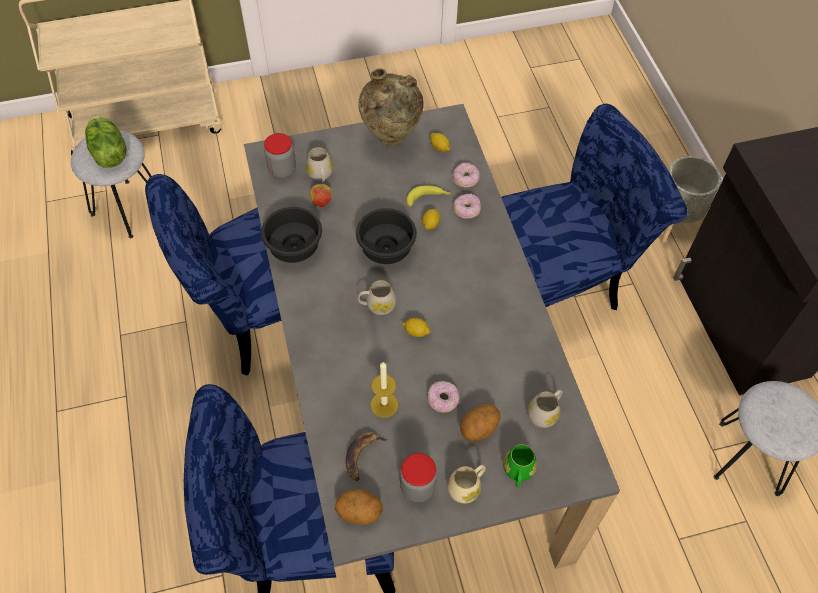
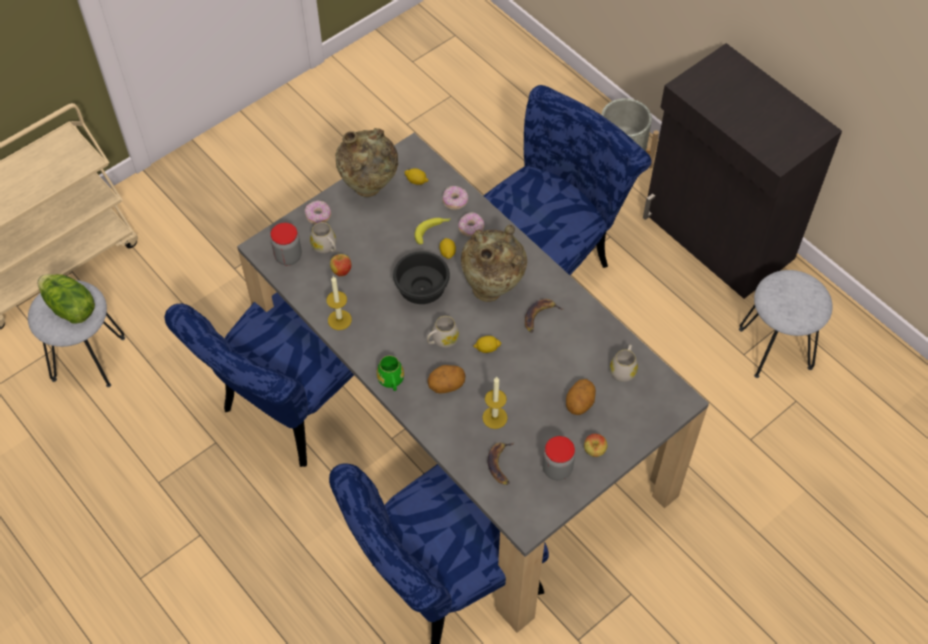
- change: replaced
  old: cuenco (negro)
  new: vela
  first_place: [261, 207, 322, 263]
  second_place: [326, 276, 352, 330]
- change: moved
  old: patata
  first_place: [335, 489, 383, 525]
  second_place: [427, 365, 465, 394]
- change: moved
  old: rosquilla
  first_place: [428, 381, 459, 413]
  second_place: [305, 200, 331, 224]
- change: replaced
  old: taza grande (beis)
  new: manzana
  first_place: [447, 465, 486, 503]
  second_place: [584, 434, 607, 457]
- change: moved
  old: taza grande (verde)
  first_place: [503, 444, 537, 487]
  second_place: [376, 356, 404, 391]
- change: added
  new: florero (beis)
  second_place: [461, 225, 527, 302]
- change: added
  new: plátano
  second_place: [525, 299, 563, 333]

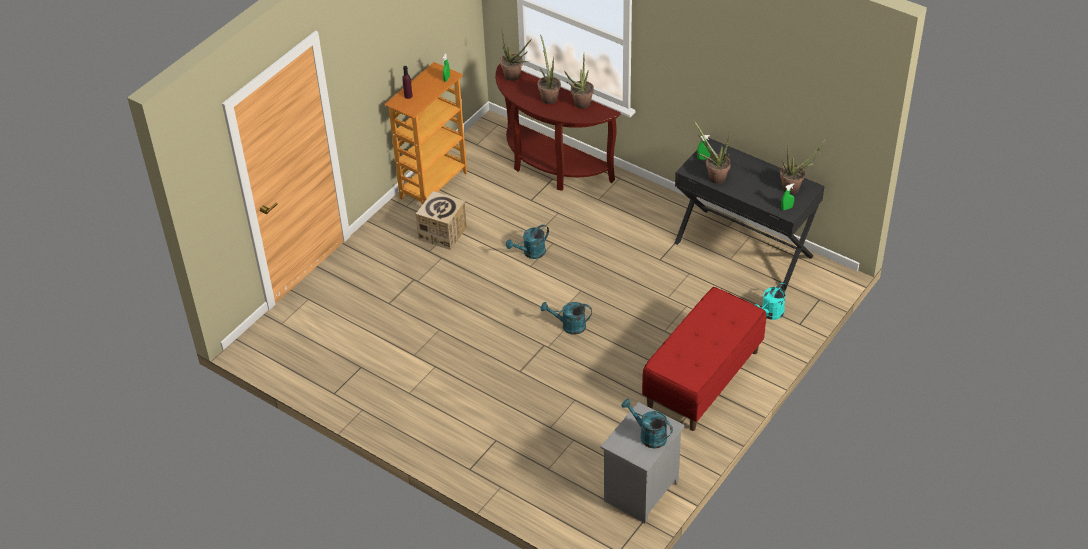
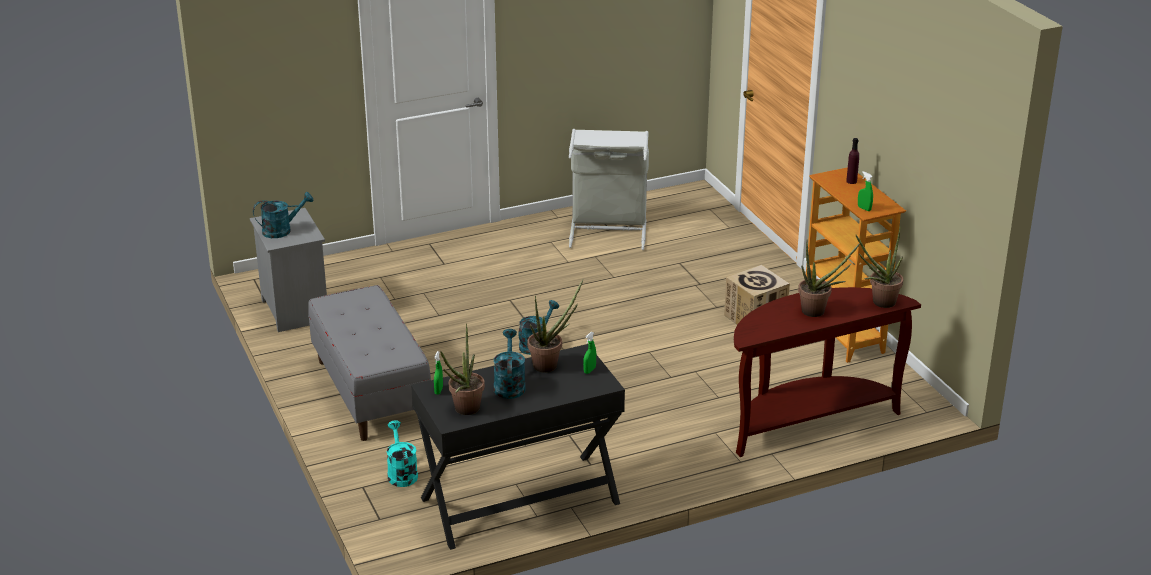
- change: moved
  old: regadera (turquesa)
  first_place: [506, 224, 549, 259]
  second_place: [494, 329, 525, 399]
- change: removed
  old: planta en maceta
  first_place: [564, 55, 594, 109]
- change: recoloured
  old: banco (rojo)
  new: banco (gris)
  first_place: [642, 287, 766, 431]
  second_place: [308, 285, 431, 441]
- change: added
  new: cesto de la ropa (gris)
  second_place: [569, 129, 649, 250]

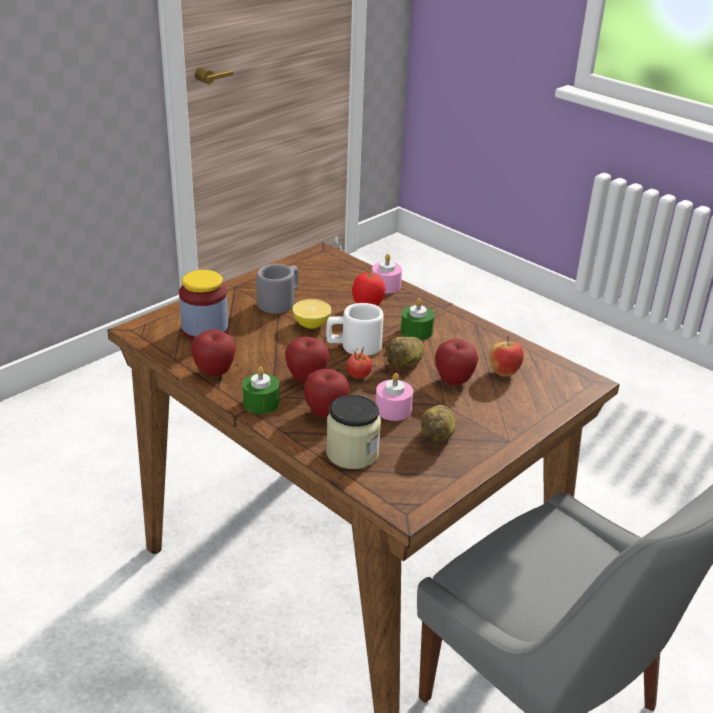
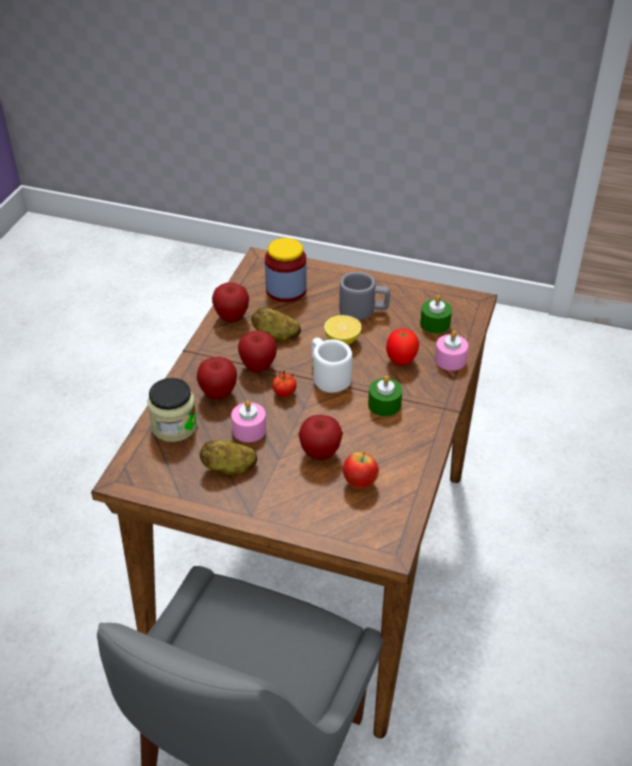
- change: moved
  old: vela (verde)
  first_place: [242, 366, 280, 414]
  second_place: [420, 295, 452, 334]
- change: moved
  old: patata
  first_place: [385, 337, 424, 366]
  second_place: [251, 307, 301, 341]

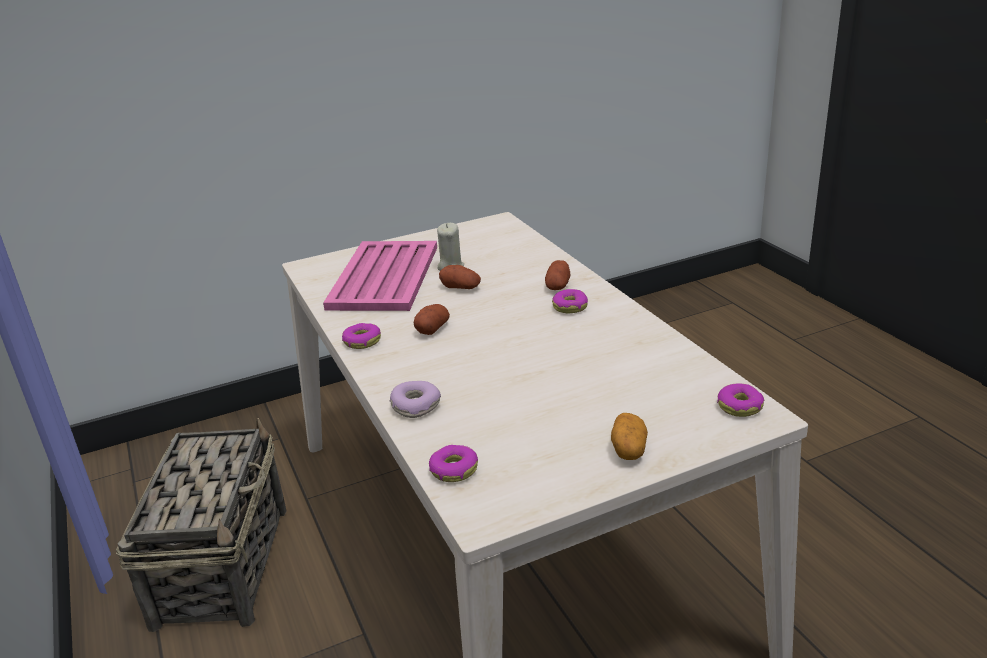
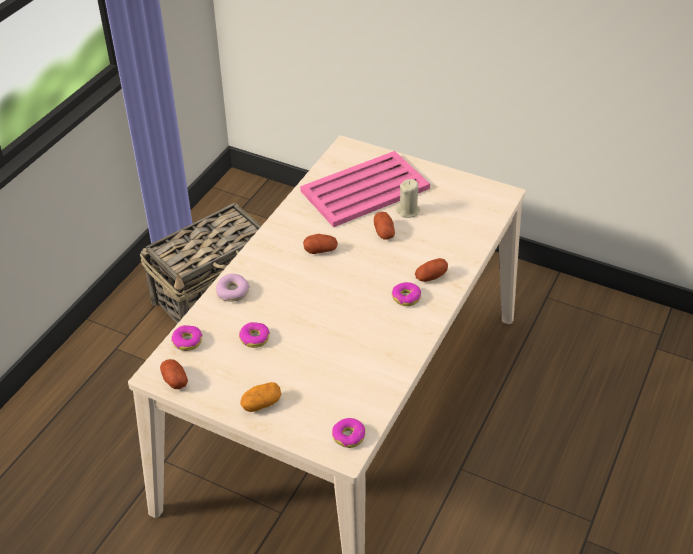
- change: moved
  old: rosquilla
  first_place: [342, 323, 381, 349]
  second_place: [239, 322, 270, 348]
- change: added
  new: patata
  second_place: [160, 359, 188, 389]

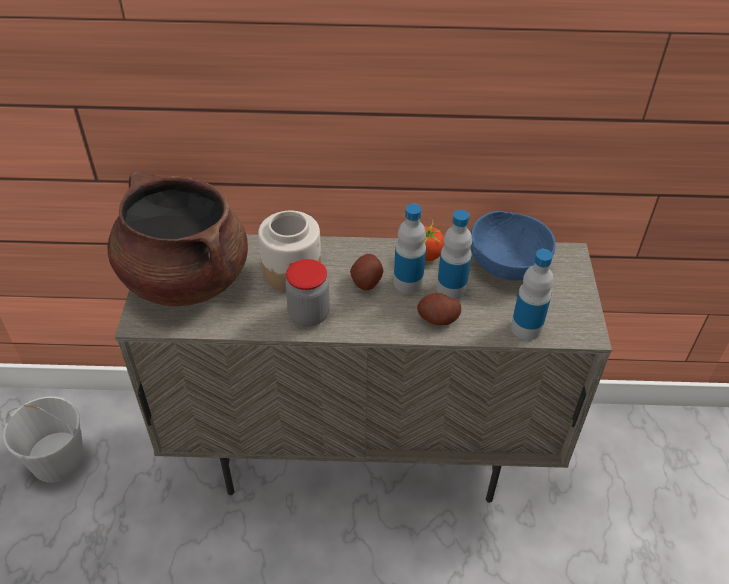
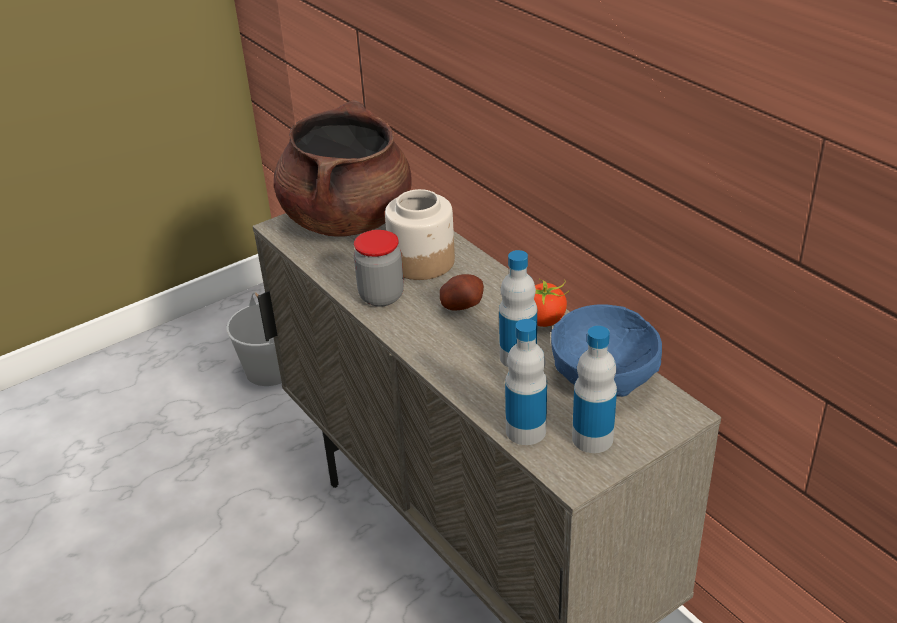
- change: moved
  old: botella
  first_place: [393, 204, 426, 293]
  second_place: [572, 326, 617, 453]
- change: removed
  old: patata
  first_place: [417, 293, 461, 325]

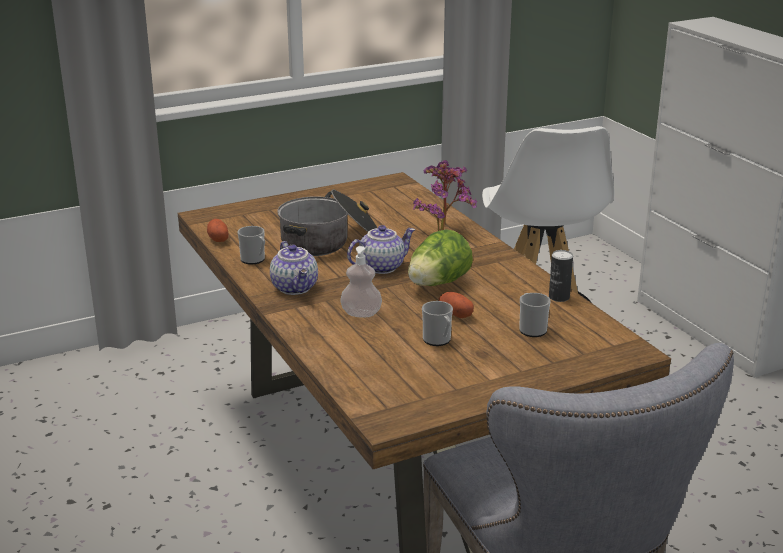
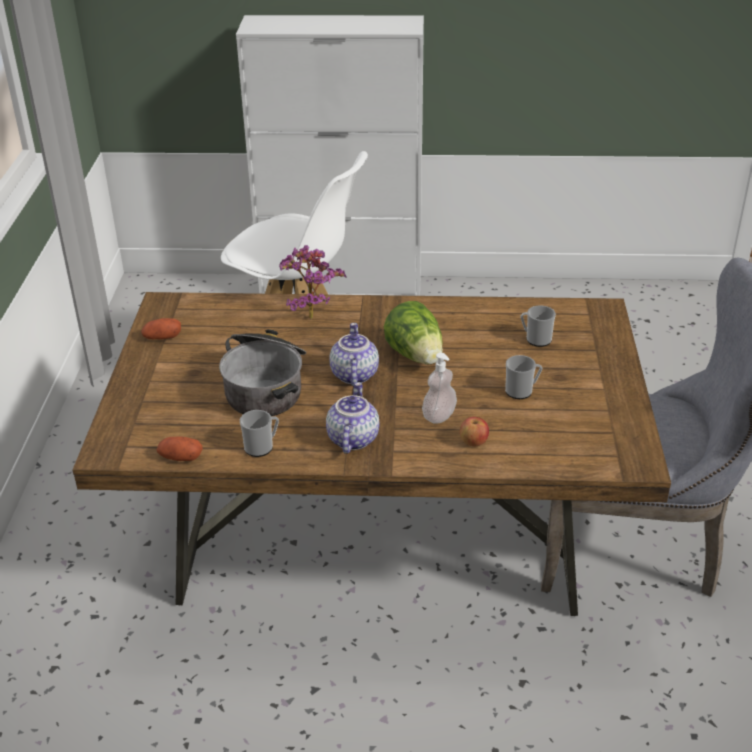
- change: turned
  old: tetera
  first_place: [270, 241, 318, 295]
  second_place: [326, 382, 380, 454]
  degrees: -90
- change: moved
  old: patata
  first_place: [439, 292, 474, 318]
  second_place: [141, 318, 181, 339]
- change: removed
  old: lata
  first_place: [549, 250, 573, 302]
- change: added
  new: manzana
  second_place: [460, 417, 489, 446]

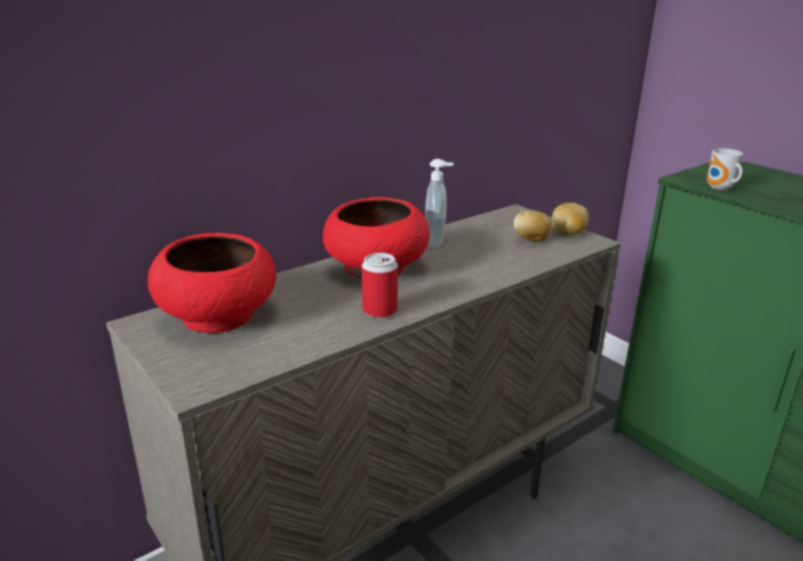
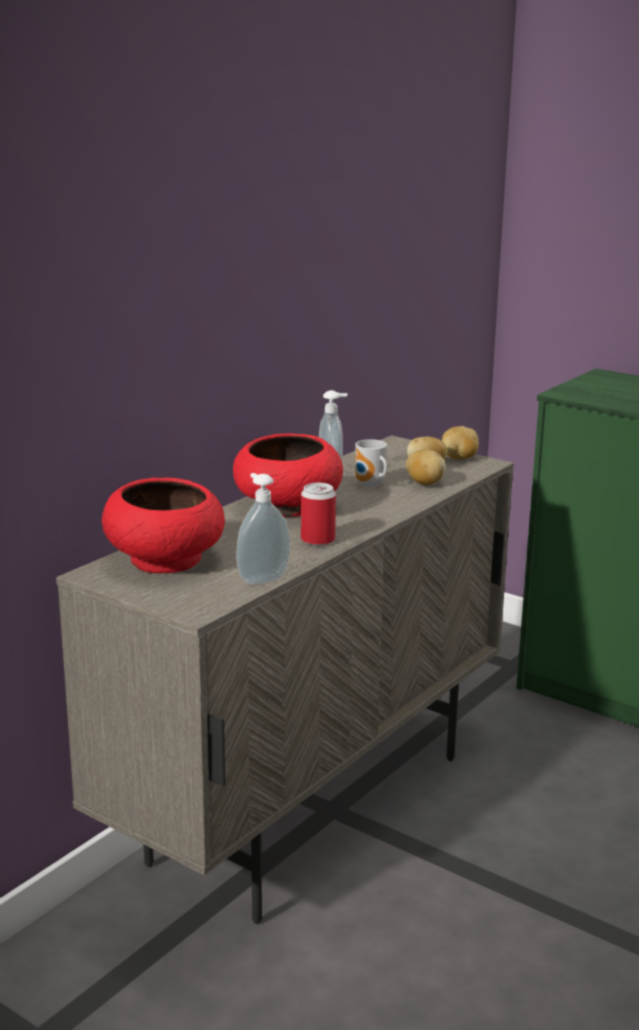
- change: moved
  old: taza grande
  first_place: [707, 148, 743, 190]
  second_place: [355, 439, 387, 486]
- change: added
  new: dispensador de jabón
  second_place: [236, 473, 290, 585]
- change: added
  new: patata
  second_place: [406, 449, 446, 485]

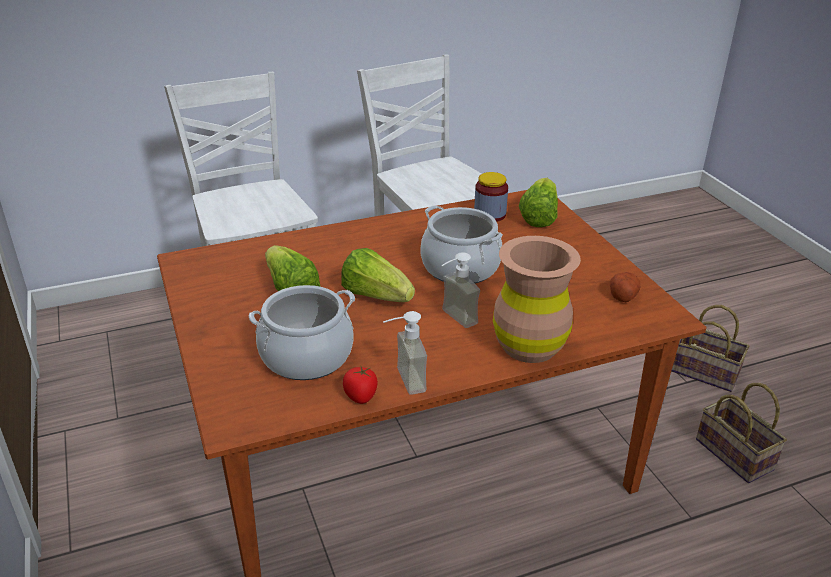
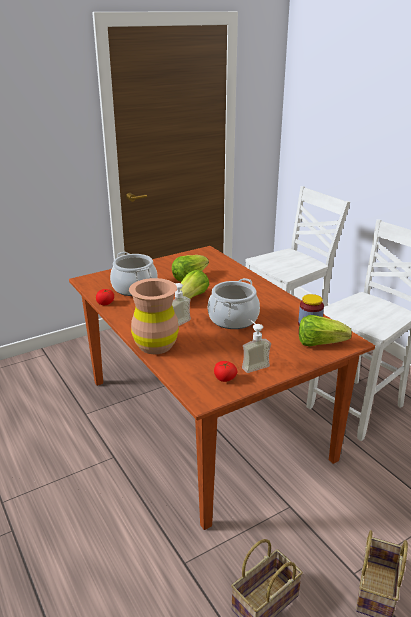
- change: moved
  old: dispensador de jabón
  first_place: [383, 311, 427, 395]
  second_place: [242, 319, 271, 373]
- change: replaced
  old: patata
  new: tomate
  first_place: [610, 272, 640, 302]
  second_place: [214, 361, 237, 382]

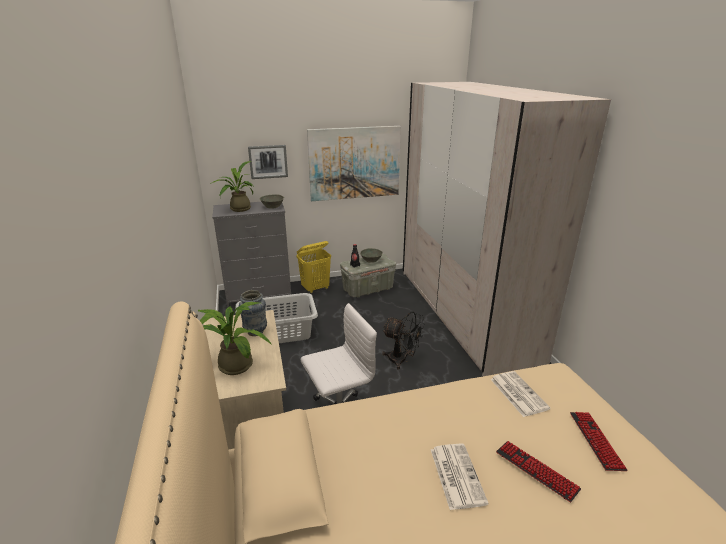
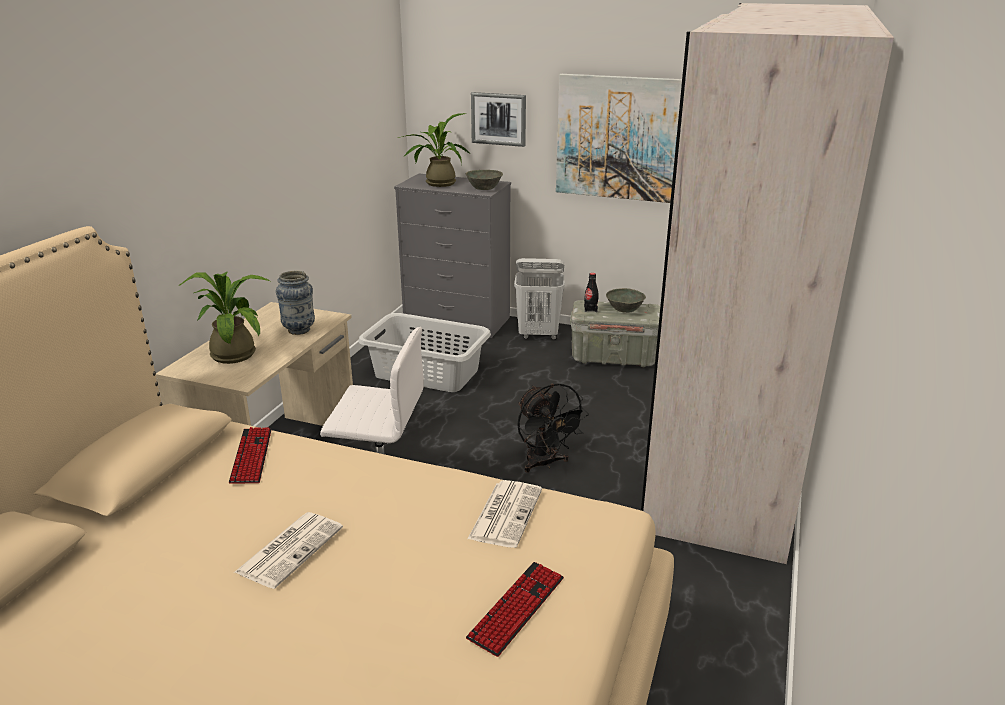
- change: recoloured
  old: cesto de la ropa (amarillo)
  new: cesto de la ropa (blanco)
  first_place: [297, 241, 331, 293]
  second_place: [514, 258, 565, 340]
- change: moved
  old: teclado
  first_place: [496, 441, 581, 502]
  second_place: [229, 427, 272, 484]

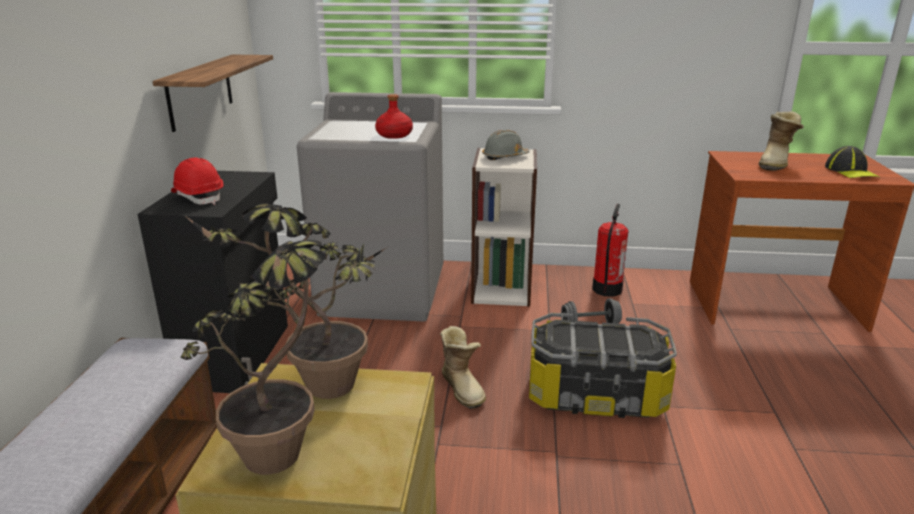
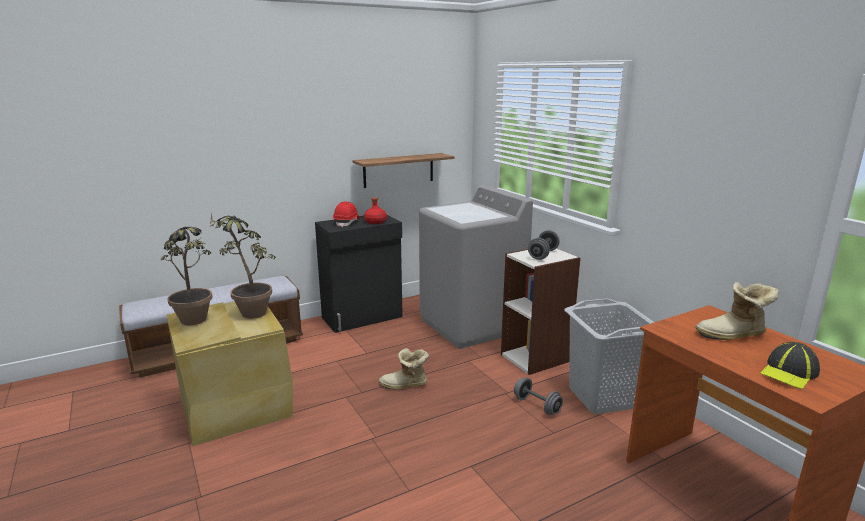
- change: moved
  old: botella (rojo)
  first_place: [375, 94, 413, 139]
  second_place: [364, 197, 387, 224]
- change: turned
  old: bota
  first_place: [440, 326, 486, 409]
  second_place: [379, 348, 429, 389]
  degrees: 60
- change: replaced
  old: casco (gris)
  new: mancuerna (gris)
  first_place: [482, 130, 530, 160]
  second_place: [528, 230, 560, 260]
- change: removed
  old: caja de almacenaje
  first_place: [529, 313, 677, 418]
- change: replaced
  old: extintor
  new: cesto de la ropa (gris)
  first_place: [592, 204, 629, 297]
  second_place: [564, 298, 654, 414]

